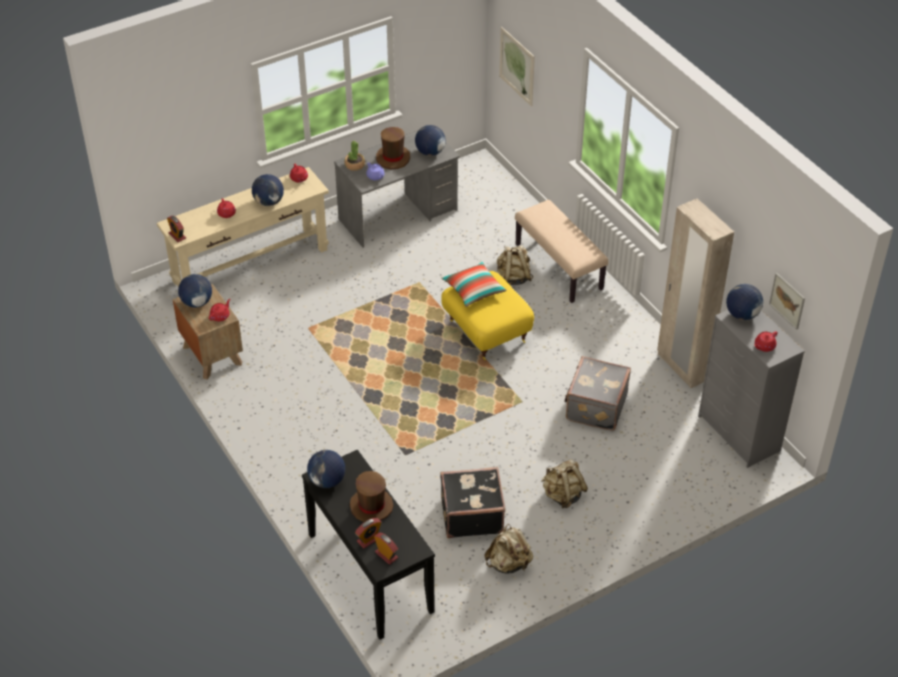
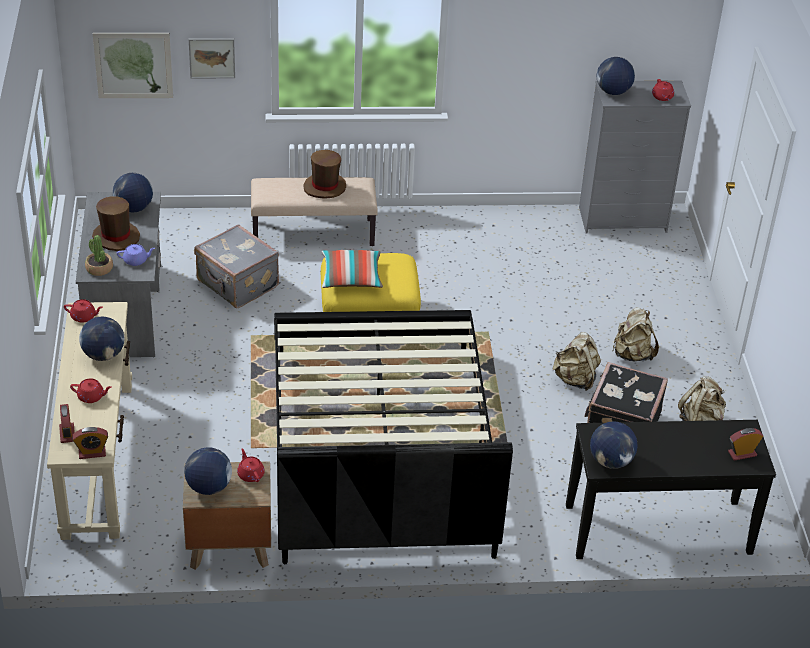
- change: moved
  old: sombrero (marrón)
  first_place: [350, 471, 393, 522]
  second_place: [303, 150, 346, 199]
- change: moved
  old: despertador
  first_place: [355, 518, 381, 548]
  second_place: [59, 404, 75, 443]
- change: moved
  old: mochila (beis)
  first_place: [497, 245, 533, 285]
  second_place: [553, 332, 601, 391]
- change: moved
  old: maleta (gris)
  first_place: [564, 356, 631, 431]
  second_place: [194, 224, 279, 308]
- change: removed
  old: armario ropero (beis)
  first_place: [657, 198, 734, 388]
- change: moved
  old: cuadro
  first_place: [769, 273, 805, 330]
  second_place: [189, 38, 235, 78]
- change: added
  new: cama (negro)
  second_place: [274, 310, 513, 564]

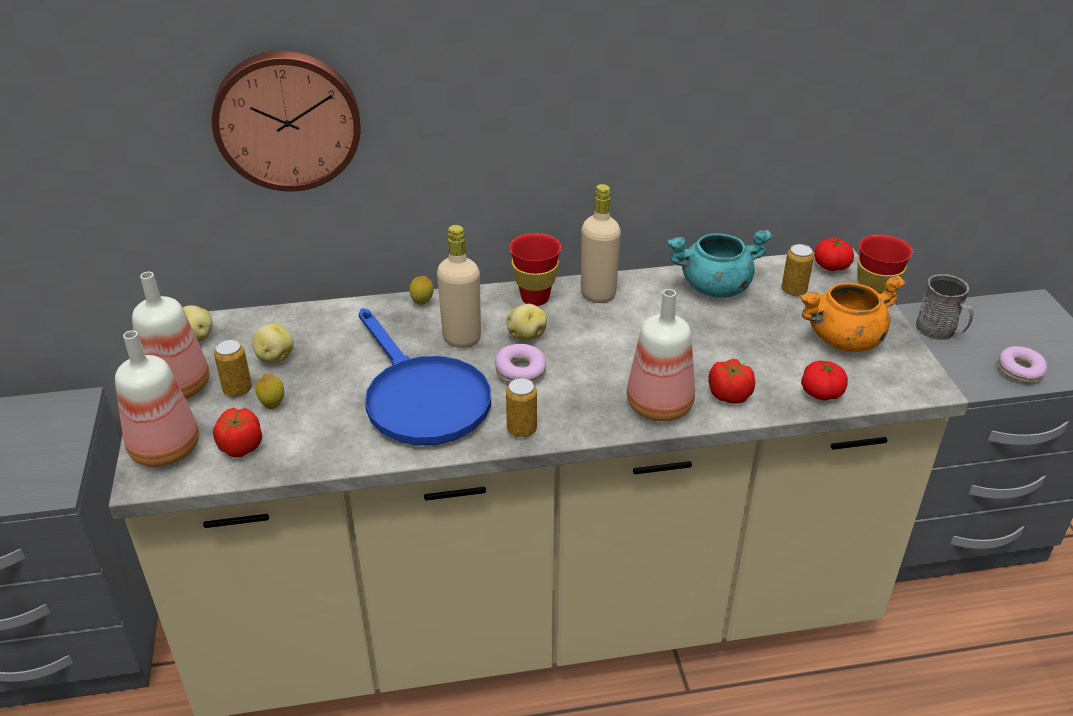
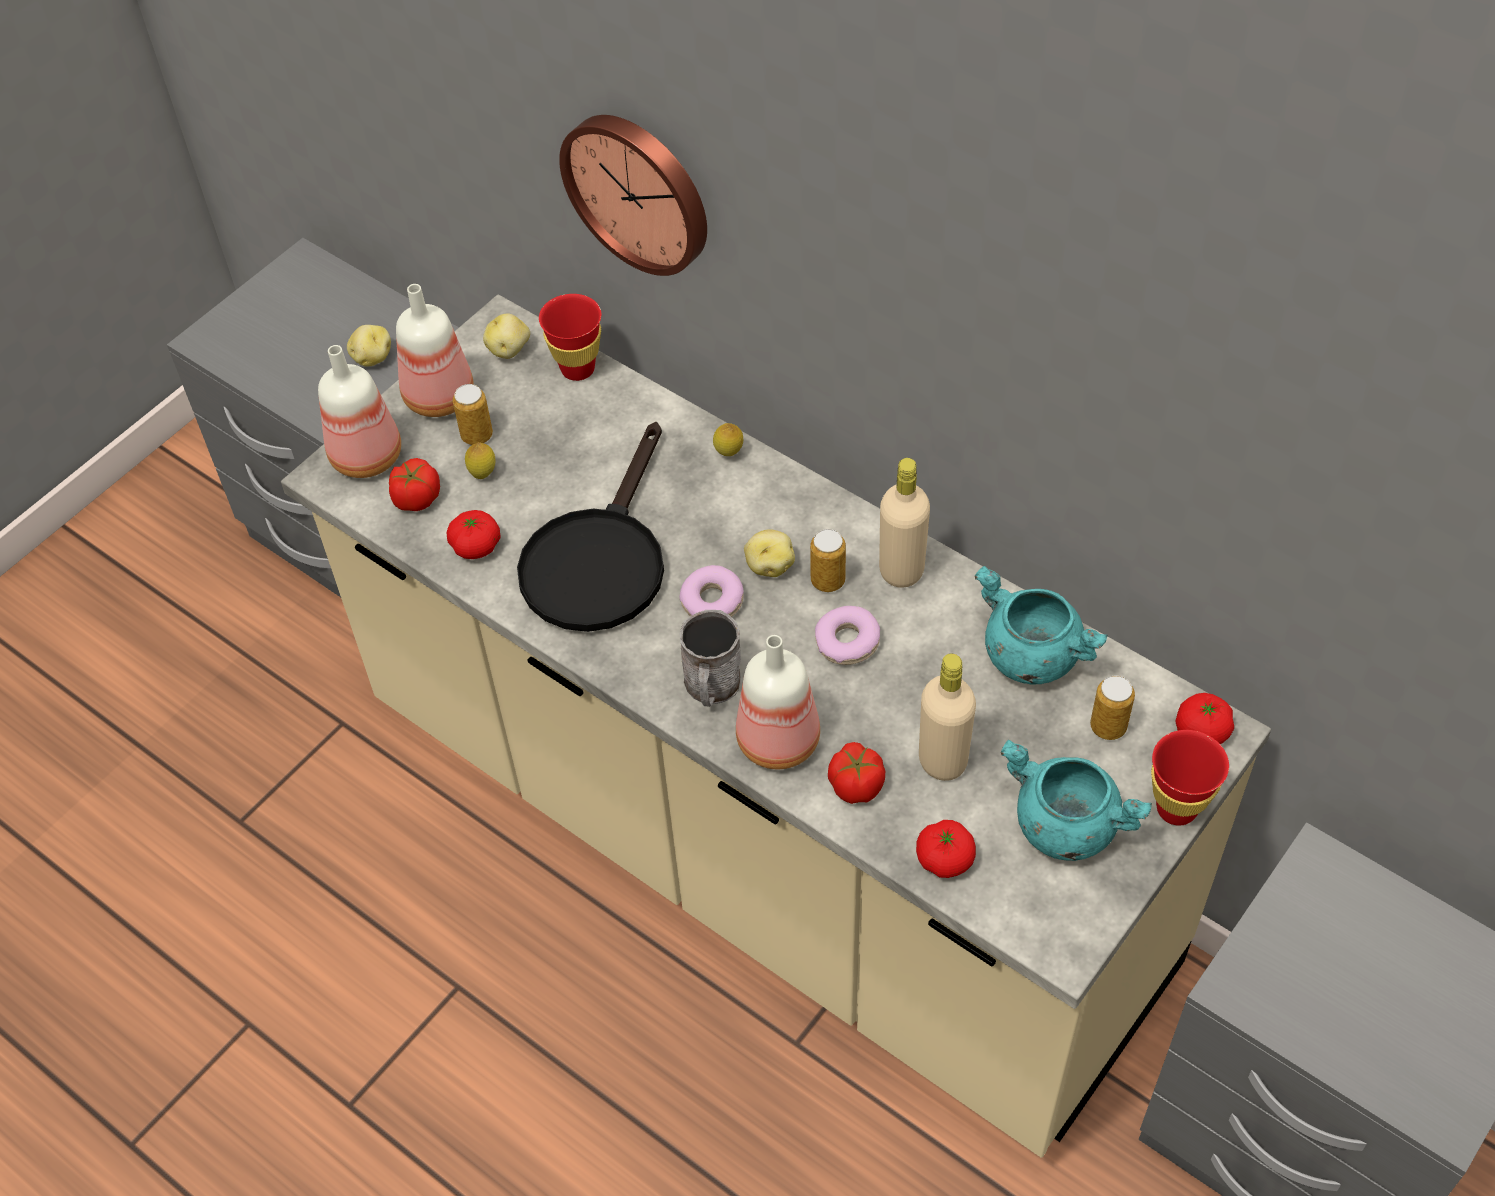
- change: moved
  old: patata
  first_place: [252, 324, 294, 363]
  second_place: [347, 325, 391, 366]
- change: recoloured
  old: sartén (azul)
  new: sartén (negro)
  first_place: [359, 308, 491, 445]
  second_place: [517, 422, 664, 632]
- change: moved
  old: botella (beis)
  first_place: [437, 225, 481, 348]
  second_place: [919, 654, 976, 781]
- change: moved
  old: lata
  first_place: [506, 378, 537, 437]
  second_place: [810, 529, 846, 592]
- change: moved
  old: taza (rojo)
  first_place: [509, 233, 561, 306]
  second_place: [539, 294, 601, 381]
- change: recoloured
  old: olla (naranja)
  new: olla (turquesa)
  first_place: [800, 275, 906, 352]
  second_place: [1001, 740, 1152, 861]
- change: moved
  old: taza grande (gris)
  first_place: [916, 274, 974, 340]
  second_place: [680, 610, 741, 707]
- change: moved
  old: rosquilla
  first_place: [998, 346, 1047, 383]
  second_place: [815, 606, 880, 665]
- change: added
  new: tomate
  second_place: [447, 510, 501, 559]

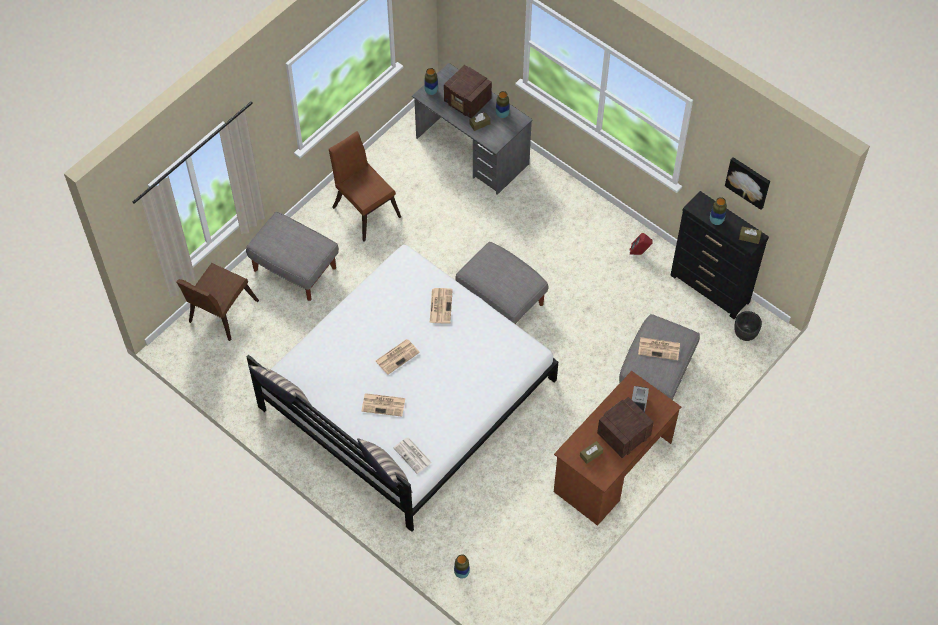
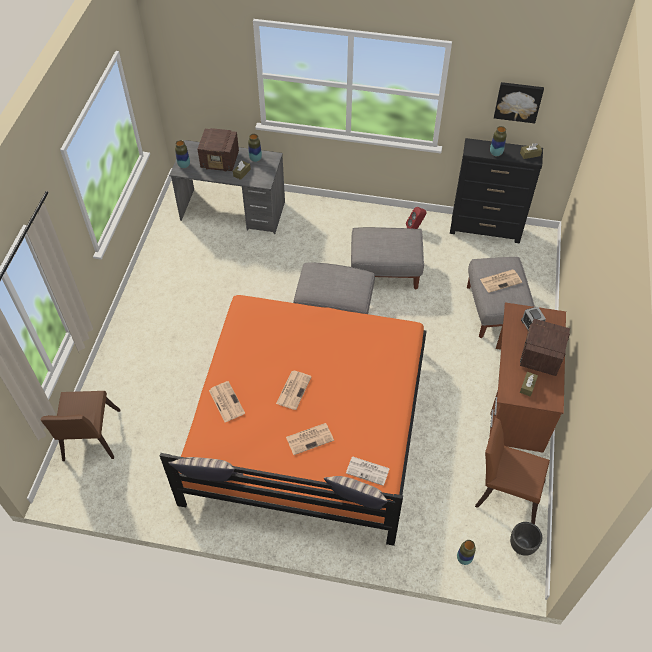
- change: moved
  old: puf (gris)
  first_place: [246, 212, 339, 301]
  second_place: [351, 227, 424, 290]
- change: recoloured
  old: cama (blanco)
  new: cama (naranja)
  first_place: [246, 245, 558, 532]
  second_place: [160, 295, 427, 546]
- change: moved
  old: silla (marrón)
  first_place: [329, 131, 401, 241]
  second_place: [475, 418, 550, 525]
- change: moved
  old: periódico
  first_place: [430, 288, 453, 324]
  second_place: [209, 381, 245, 422]
- change: moved
  old: maceta (negro)
  first_place: [734, 311, 762, 341]
  second_place: [510, 522, 542, 556]

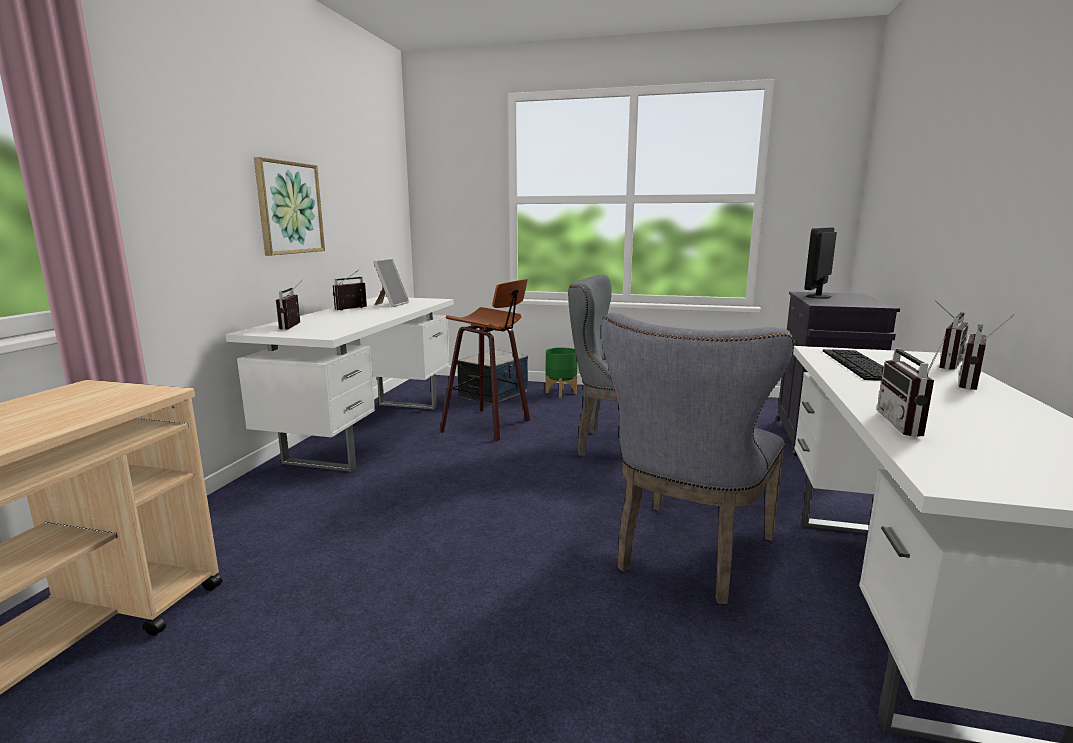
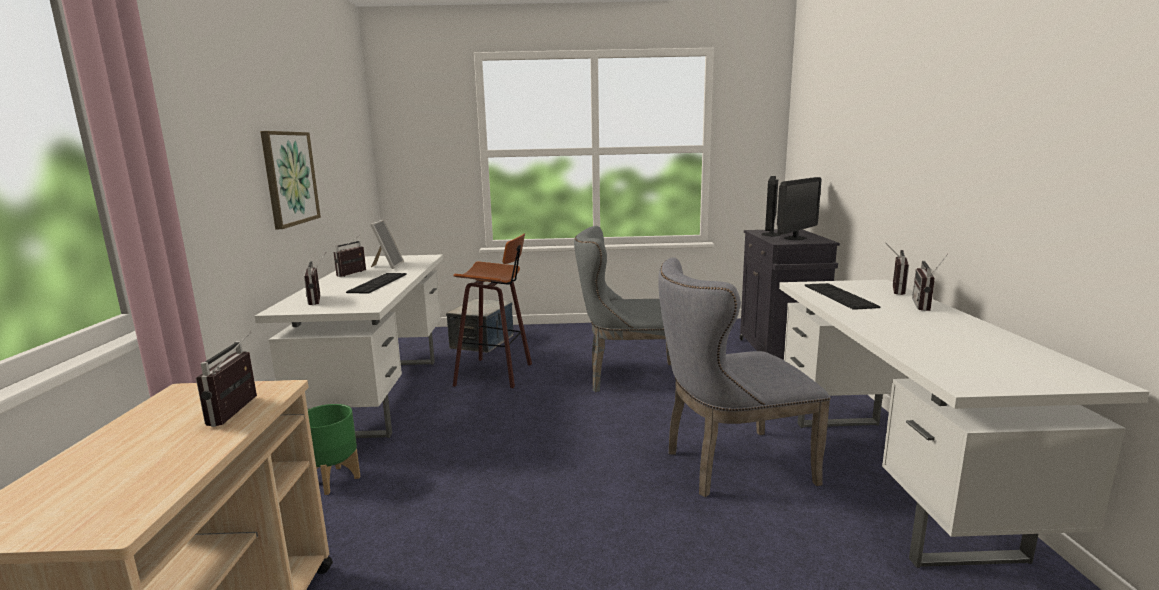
- change: moved
  old: maceta (verde)
  first_place: [545, 347, 577, 398]
  second_place: [308, 404, 360, 495]
- change: turned
  old: silla (gris)
  first_place: [601, 313, 794, 604]
  second_place: [658, 257, 831, 497]
  degrees: 60
- change: moved
  old: radio
  first_place: [877, 336, 946, 437]
  second_place: [196, 332, 257, 427]
- change: added
  new: teclado
  second_place: [346, 273, 407, 294]
- change: added
  new: monitor
  second_place: [777, 177, 821, 240]

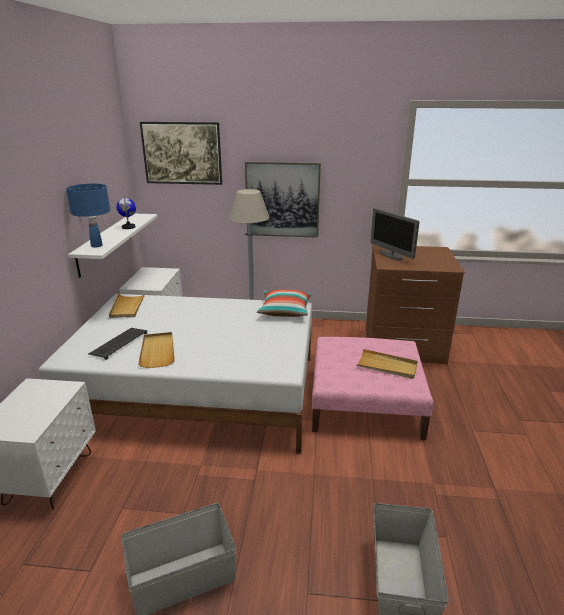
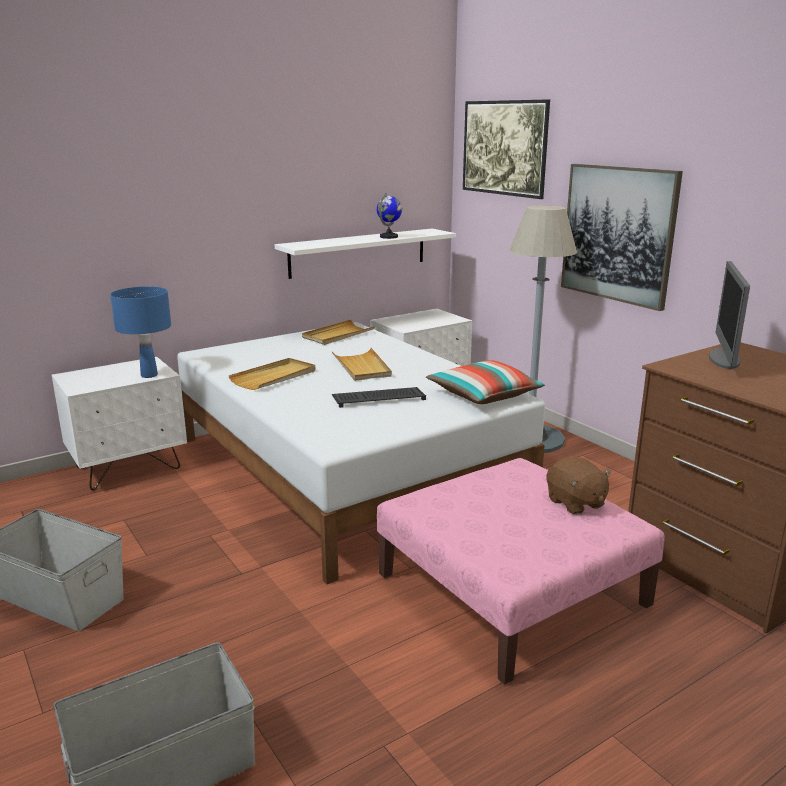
- change: moved
  old: lámpara de mesa (azul)
  first_place: [66, 184, 110, 247]
  second_place: [110, 286, 171, 378]
- change: moved
  old: teclado
  first_place: [89, 328, 147, 360]
  second_place: [332, 387, 426, 408]
- change: moved
  old: bandeja (beis)
  first_place: [356, 349, 418, 379]
  second_place: [331, 348, 392, 381]
- change: added
  new: peluche (marrón)
  second_place: [546, 457, 611, 515]

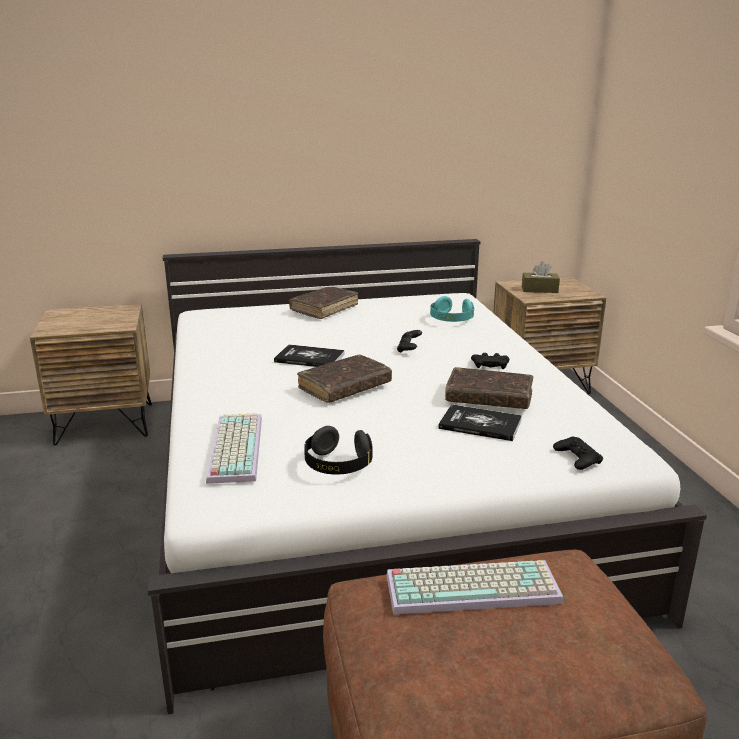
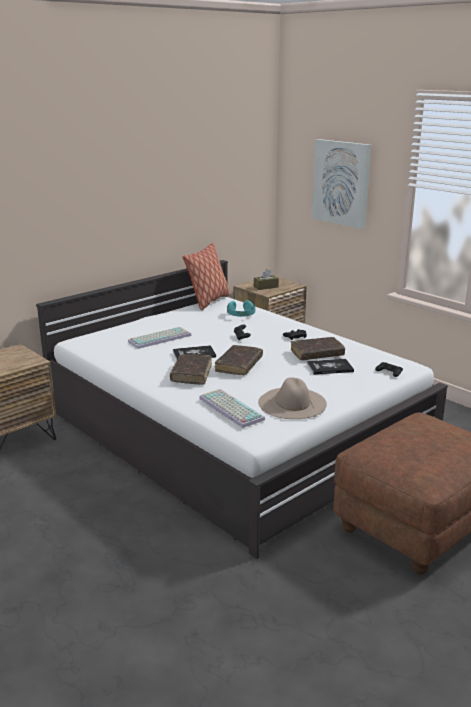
- change: moved
  old: libro (marrón)
  first_place: [289, 287, 358, 319]
  second_place: [170, 354, 212, 385]
- change: replaced
  old: auriculares (negro)
  new: sombrero (beis)
  first_place: [304, 426, 373, 475]
  second_place: [258, 378, 327, 419]
- change: moved
  old: teclado
  first_place: [386, 560, 564, 615]
  second_place: [128, 327, 192, 349]
- change: added
  new: cojín
  second_place: [183, 243, 230, 310]
- change: added
  new: cuadro
  second_place: [312, 139, 371, 229]

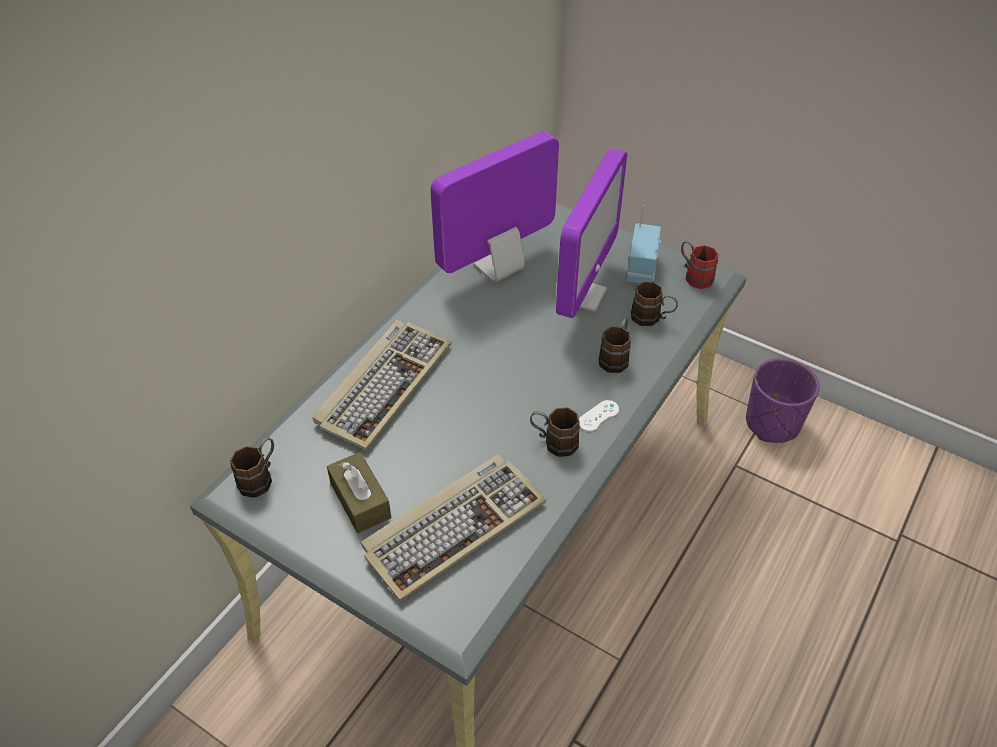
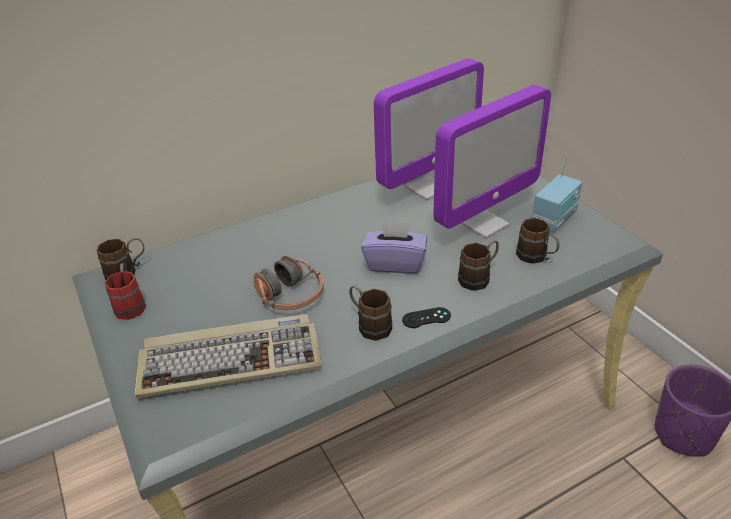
- change: removed
  old: teclado
  first_place: [313, 320, 452, 450]
- change: removed
  old: caja de pañuelos (marrón)
  first_place: [327, 452, 391, 533]
- change: turned
  old: monitor
  first_place: [431, 131, 559, 282]
  second_place: [374, 58, 484, 200]
  degrees: 150
- change: recoloured
  old: mando de consola (blanco)
  new: mando de consola (negro)
  first_place: [579, 400, 619, 432]
  second_place: [402, 307, 451, 328]
- change: moved
  old: taza grande (rojo)
  first_place: [681, 241, 718, 289]
  second_place: [105, 263, 146, 320]
- change: added
  new: auriculares
  second_place: [254, 256, 324, 310]
- change: added
  new: caja de pañuelos (morado)
  second_place: [361, 220, 427, 274]

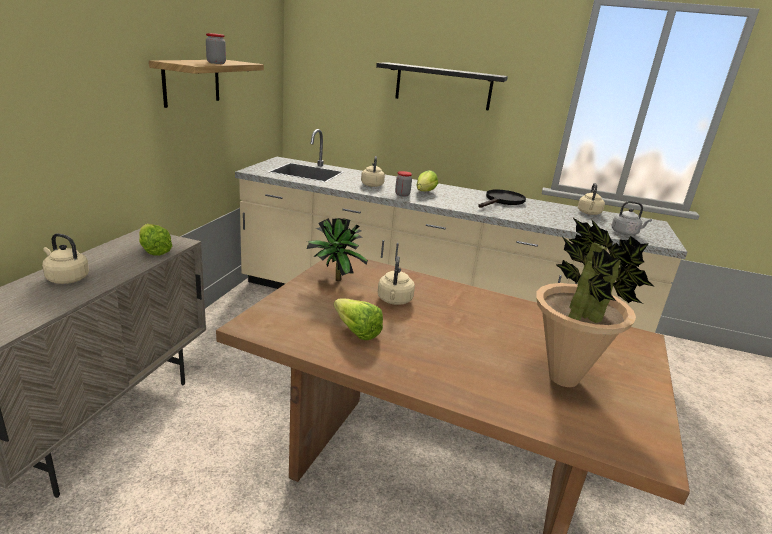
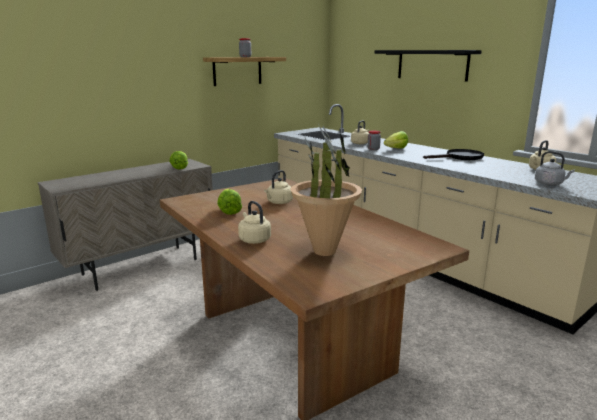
- change: moved
  old: hervidor (beis)
  first_place: [42, 233, 89, 284]
  second_place: [238, 201, 271, 244]
- change: removed
  old: planta en maceta
  first_place: [307, 218, 368, 281]

